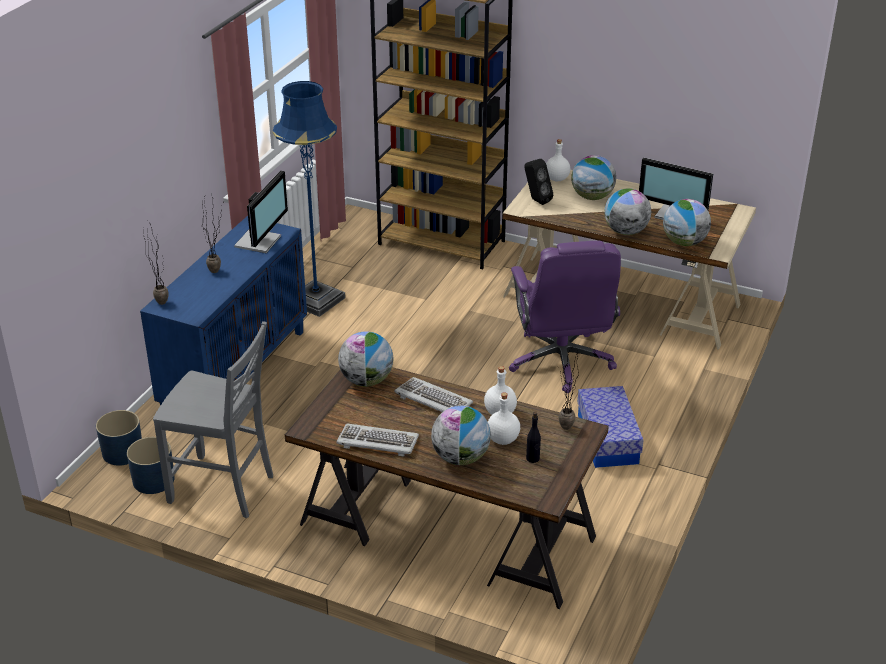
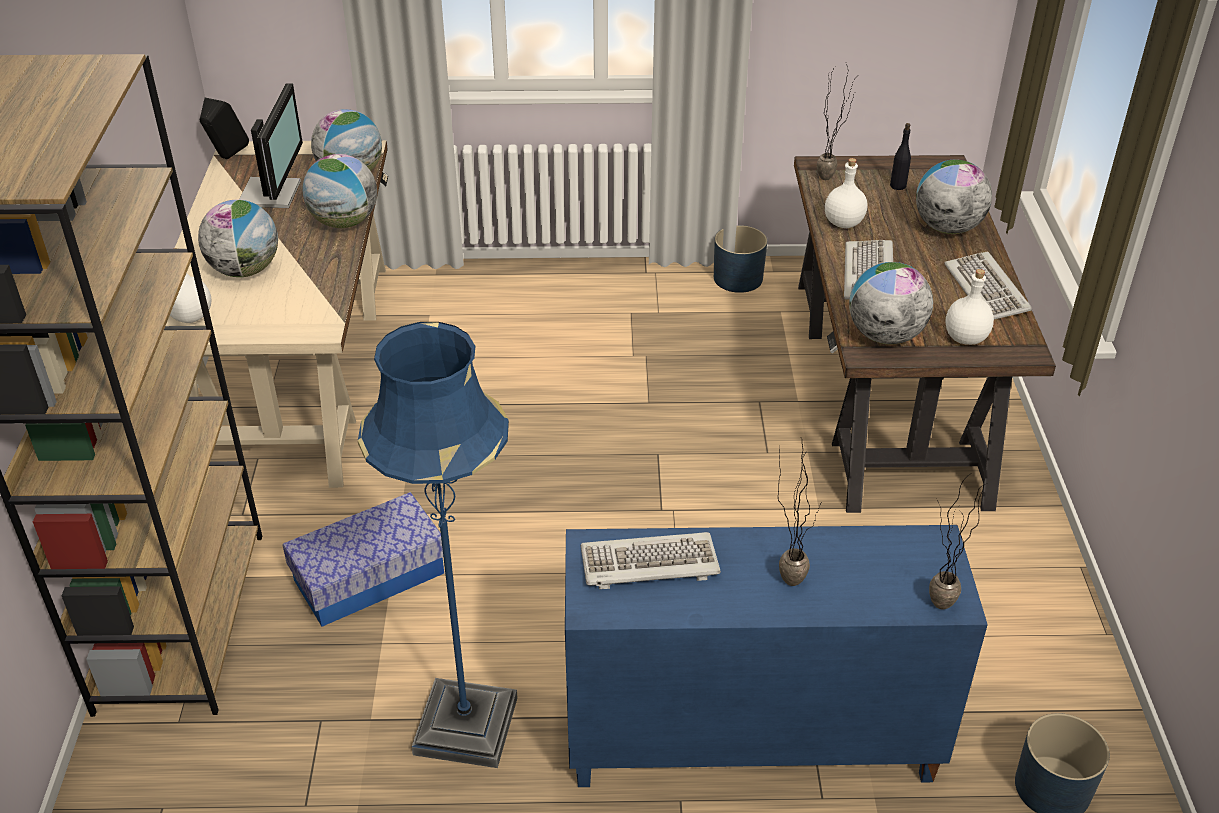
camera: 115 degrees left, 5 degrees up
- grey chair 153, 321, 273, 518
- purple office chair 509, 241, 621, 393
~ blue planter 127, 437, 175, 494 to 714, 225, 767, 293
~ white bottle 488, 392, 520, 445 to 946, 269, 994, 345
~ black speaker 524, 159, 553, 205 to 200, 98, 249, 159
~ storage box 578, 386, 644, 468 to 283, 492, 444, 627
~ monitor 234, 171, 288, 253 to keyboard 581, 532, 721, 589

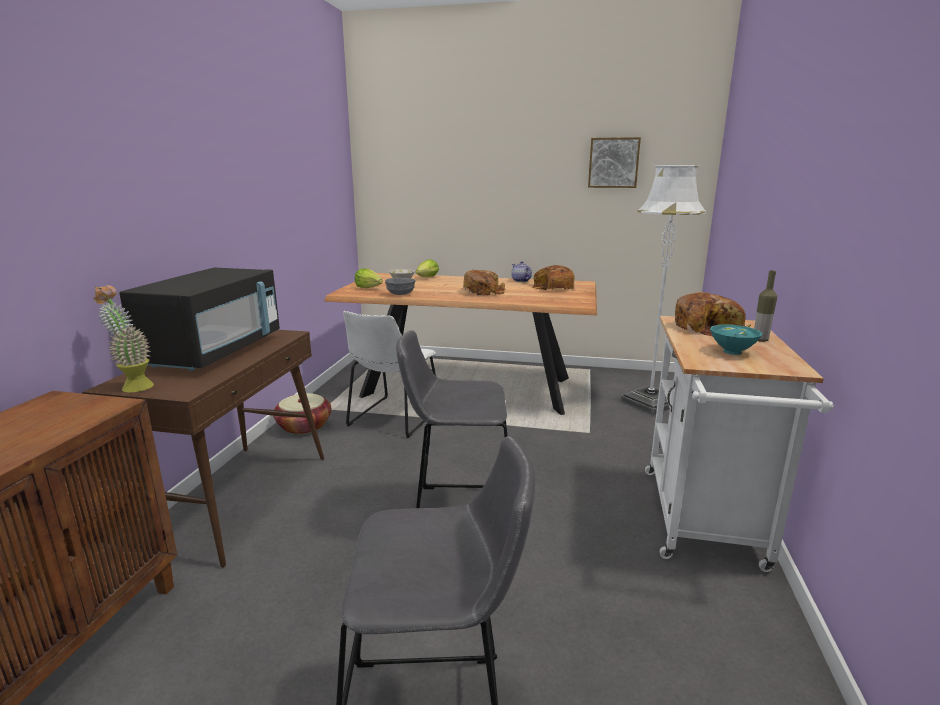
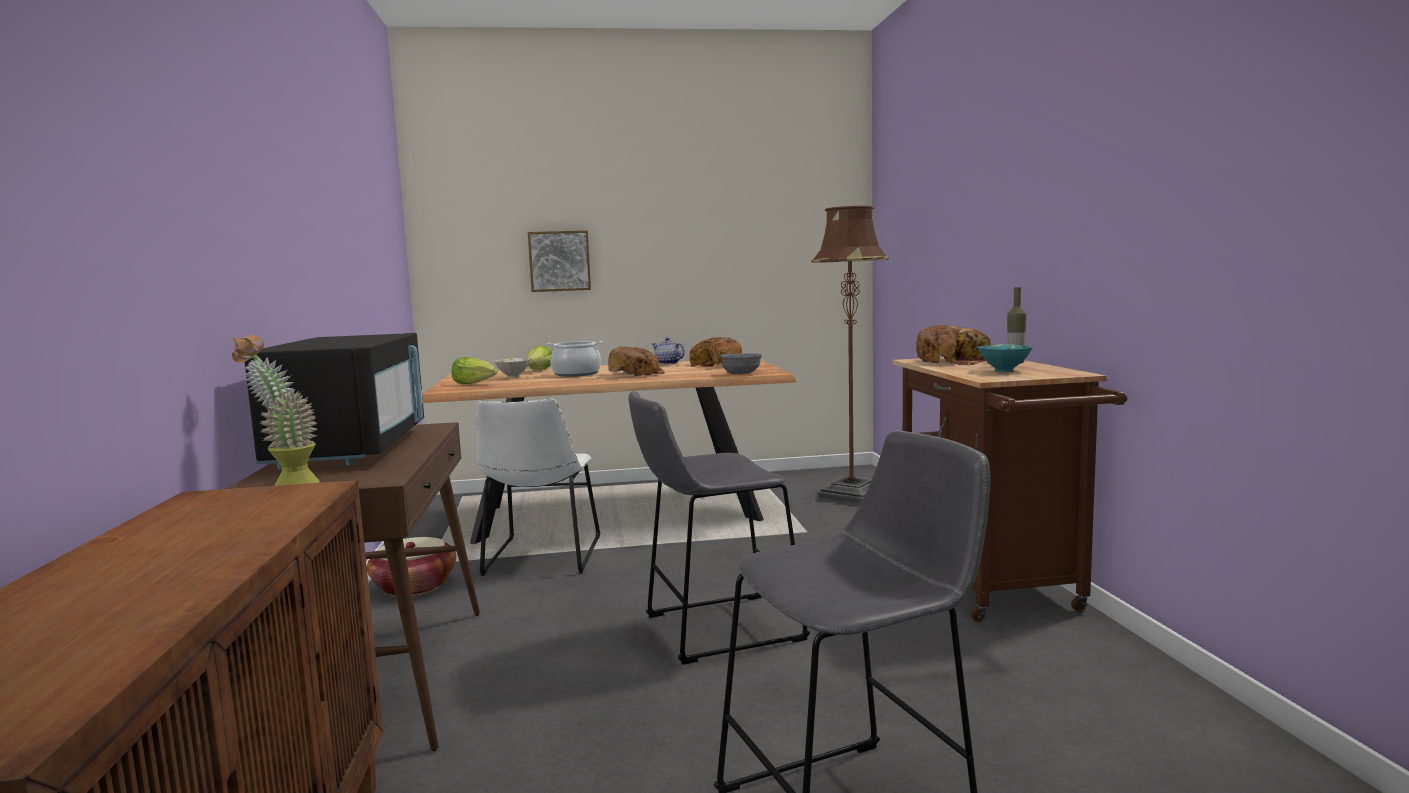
camera: 20 degrees left, 10 degrees down
+ cooking pot 547, 341, 602, 377
~ grey bowl 385, 278, 416, 295 to 721, 353, 762, 374
~ picture 588, 137, 641, 188 to 528, 230, 591, 292
~ white floor lamp 620, 165, 706, 415 to brown floor lamp 812, 206, 889, 506
~ white cart 645, 316, 833, 572 to brown cart 892, 357, 1127, 622

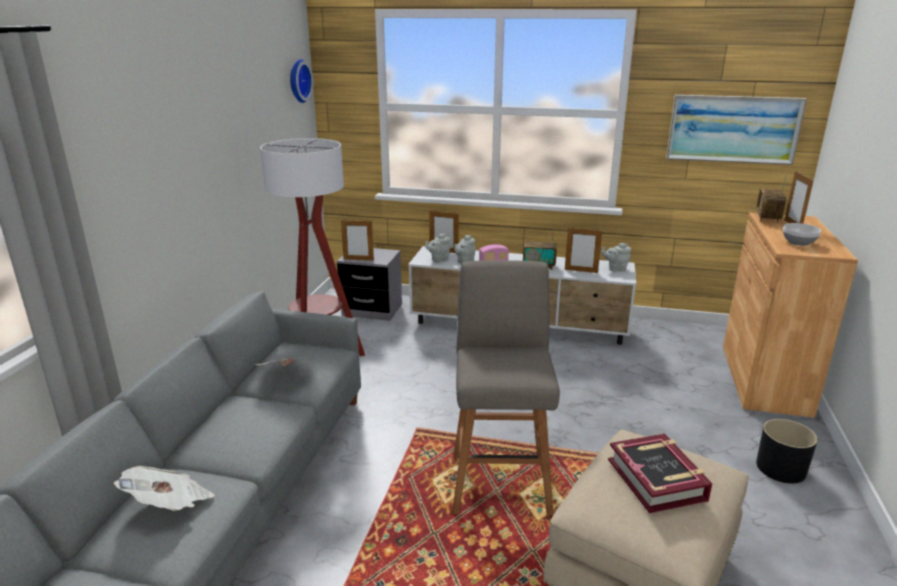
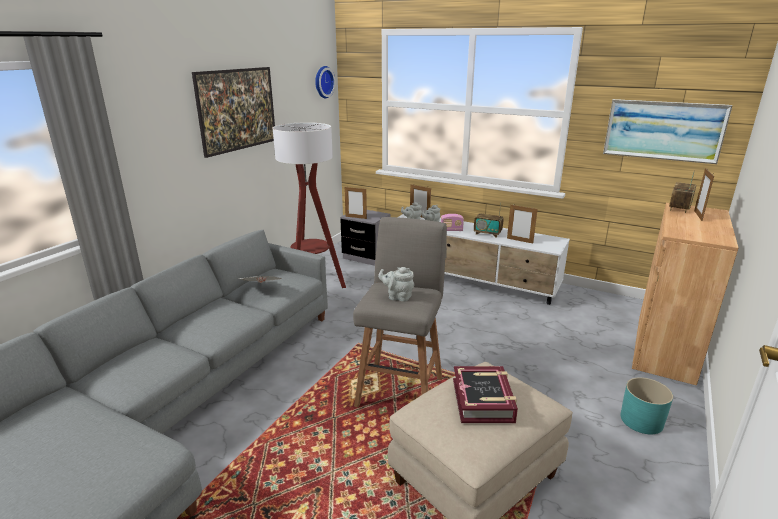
camera: 15 degrees right, 0 degrees up
- newspaper 113, 466, 215, 511
- bowl 783, 223, 821, 246
+ picture 192, 67, 275, 158
~ grey teapot 601, 243, 631, 272 to 378, 267, 414, 302
~ black planter 756, 419, 818, 483 to turquoise planter 620, 377, 673, 434

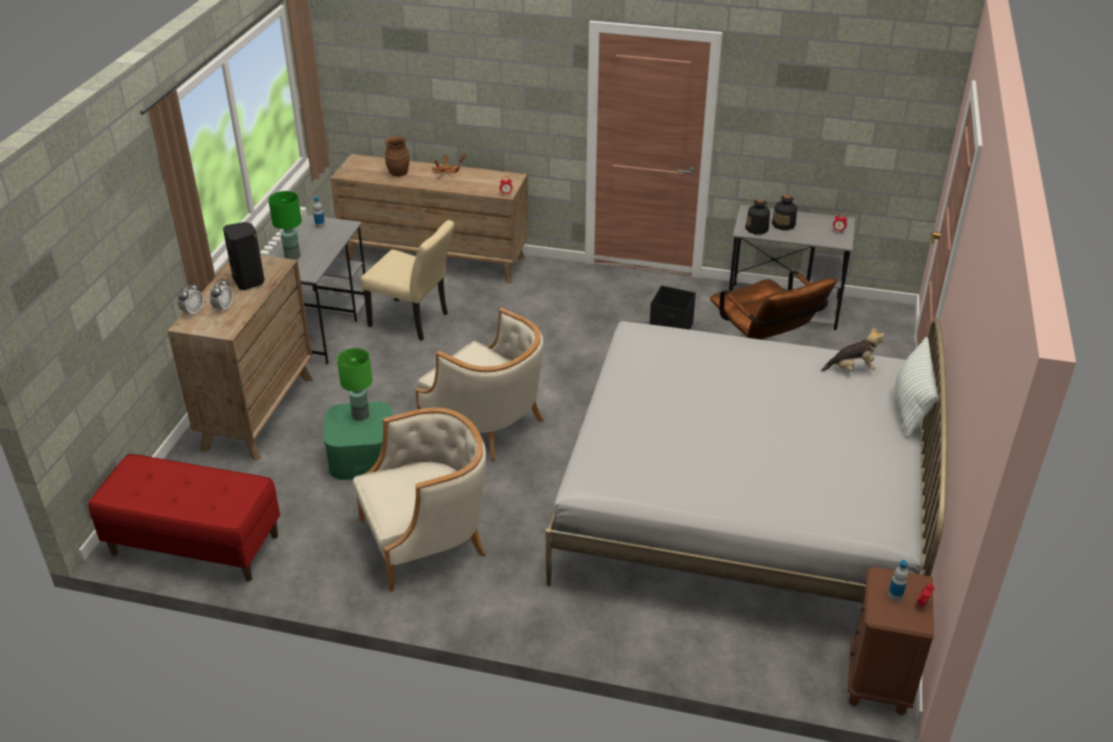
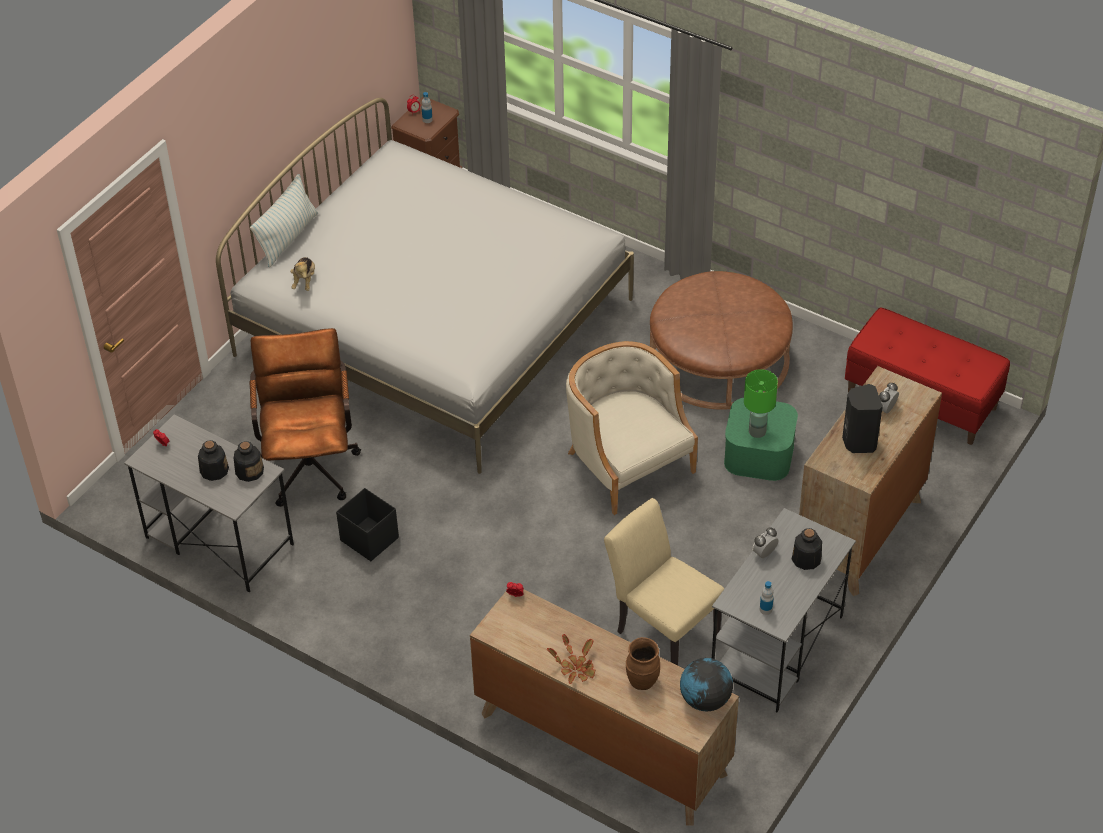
camera: 160 degrees left, 10 degrees up
+ globe 680, 658, 733, 711
~ alarm clock 178, 282, 203, 317 to 752, 528, 779, 558
~ green table lamp 268, 191, 302, 260 to bottle 791, 528, 822, 570
~ beige armchair 353, 408, 486, 592 to brown ottoman 650, 271, 793, 410
~ plush toy 821, 326, 884, 371 = 290, 257, 315, 291 105 degrees counterclockwise

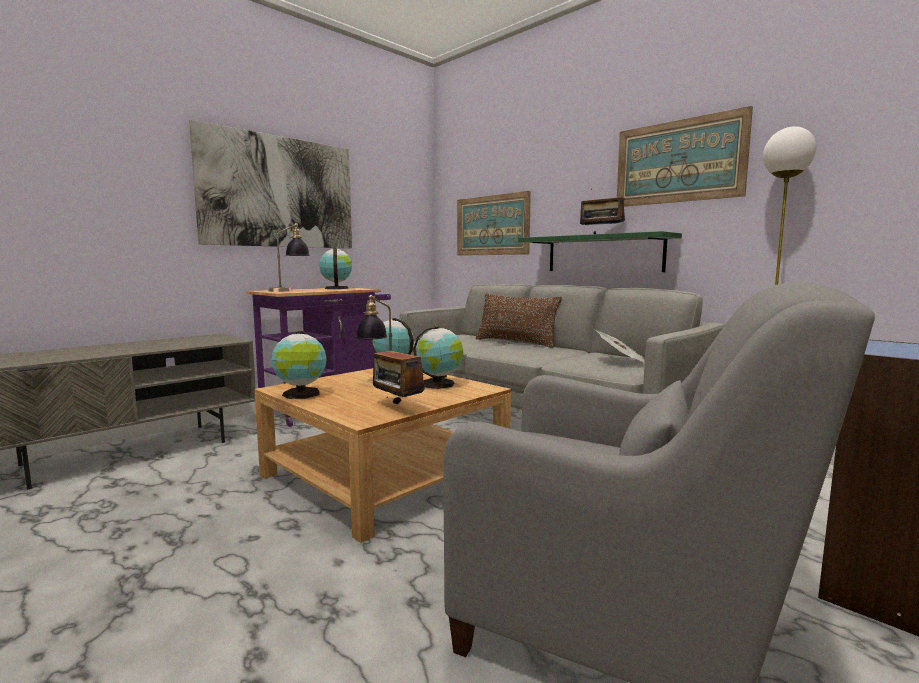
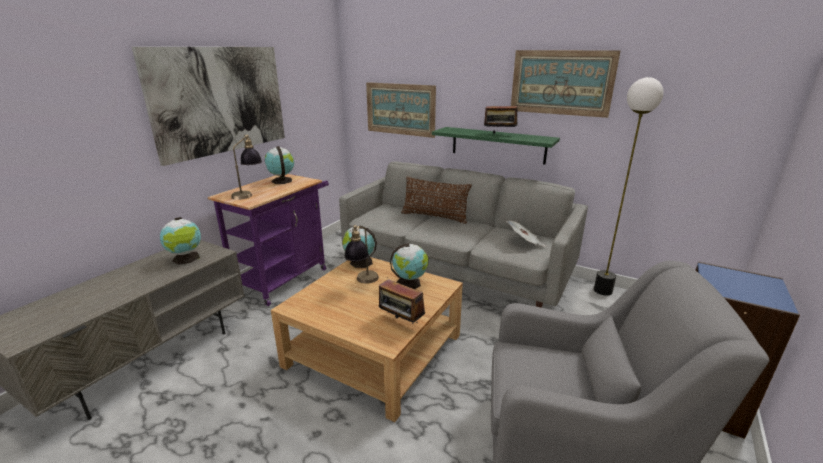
camera: 15 degrees left, 15 degrees up
~ globe 272, 332, 327, 399 to 160, 217, 201, 265

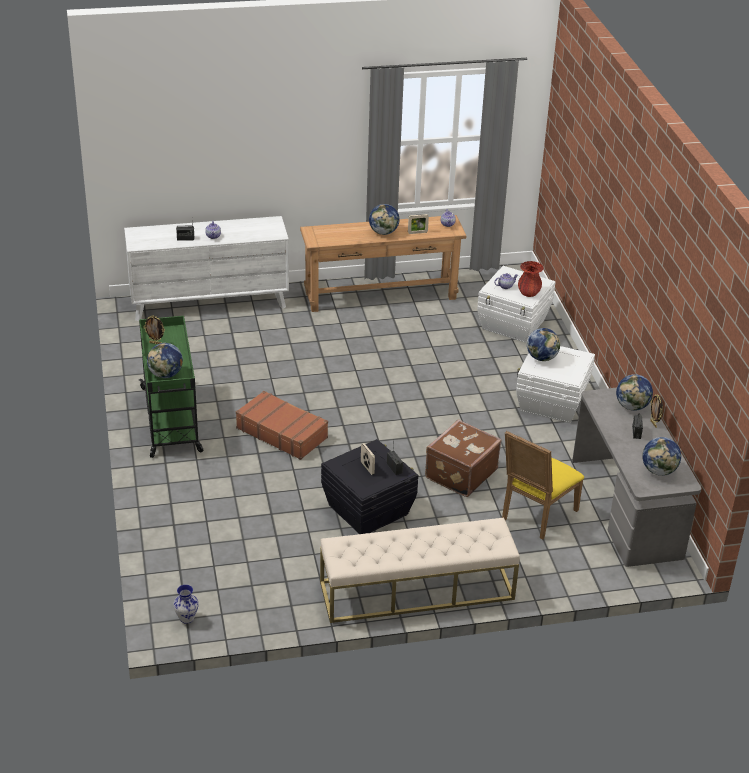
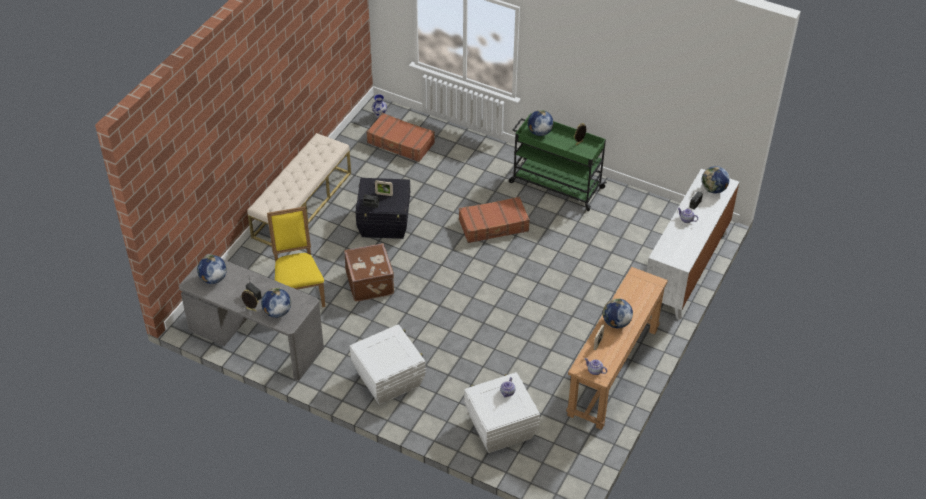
camera: 130 degrees right, 10 degrees up
- red vase 518, 261, 544, 297
+ brown suitcase 366, 113, 435, 162
~ globe 527, 328, 560, 361 to 702, 166, 730, 194

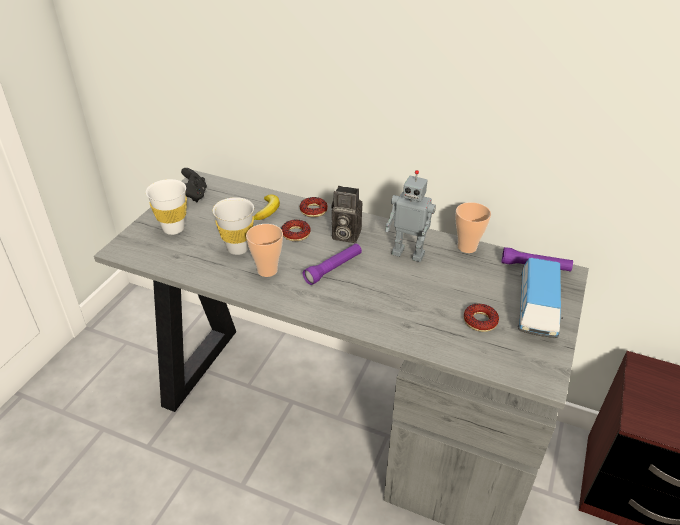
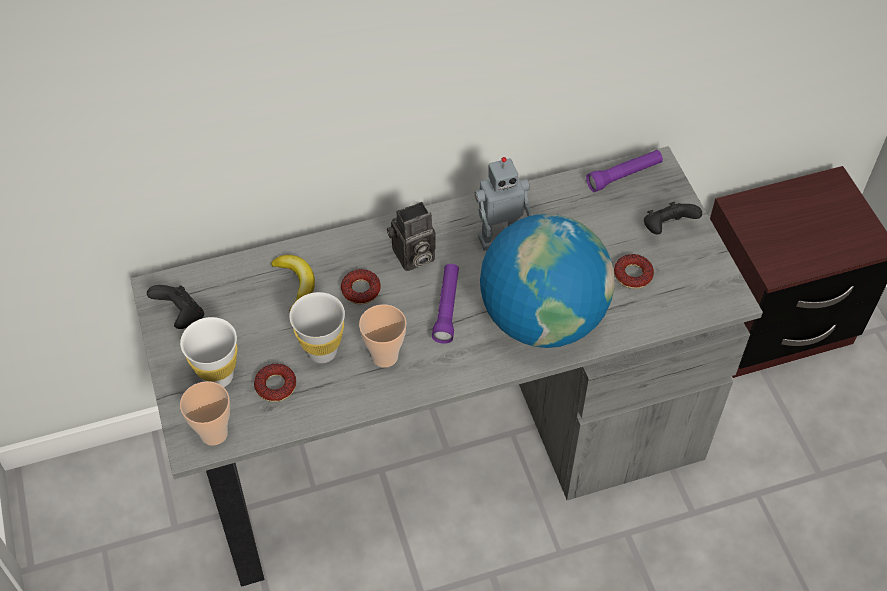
camera: 40 degrees left, 15 degrees up
+ globe 480, 214, 614, 348
~ donut 300, 197, 328, 217 to 254, 363, 296, 402
~ cup 455, 202, 491, 253 to 180, 381, 230, 446
~ toy car 518, 258, 563, 338 to black game controller 644, 202, 702, 234

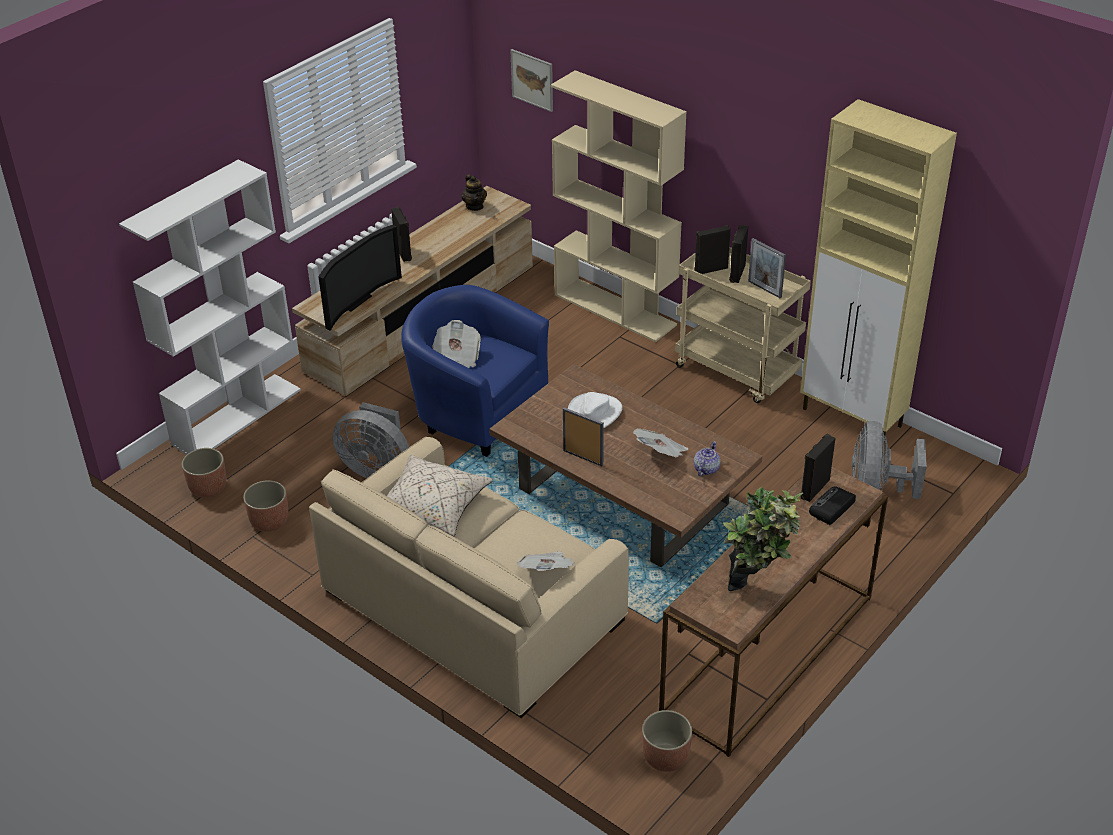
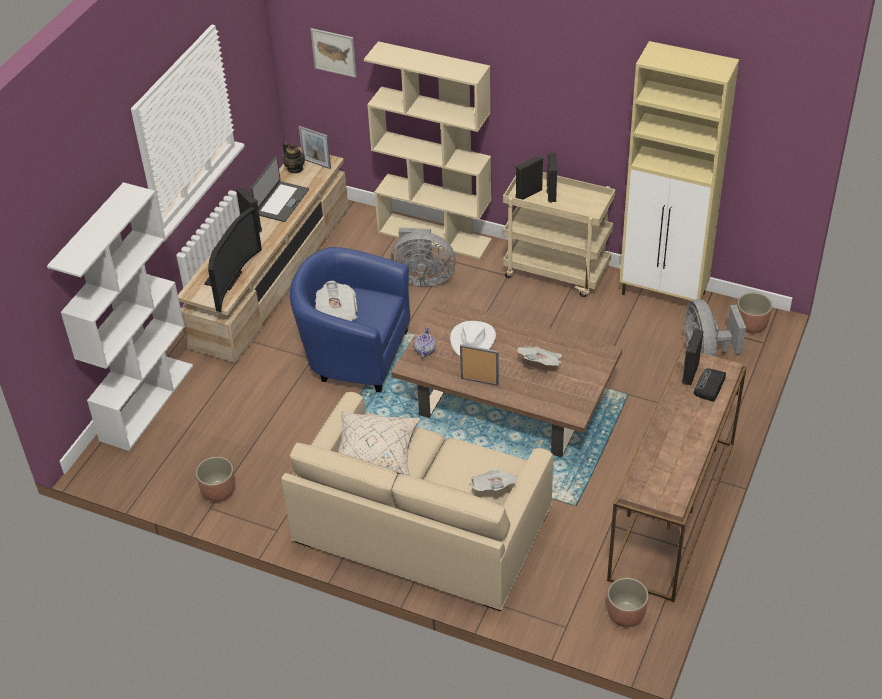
camera: 15 degrees left, 5 degrees up
- potted plant 723, 487, 803, 591
+ laptop 250, 156, 309, 222
~ planter 182, 448, 226, 498 to 737, 293, 772, 334
~ grey fan 332, 402, 409, 478 to 391, 228, 456, 286
~ teapot 693, 441, 720, 476 to 414, 327, 436, 358
~ picture frame 748, 238, 786, 299 to 299, 126, 331, 169

